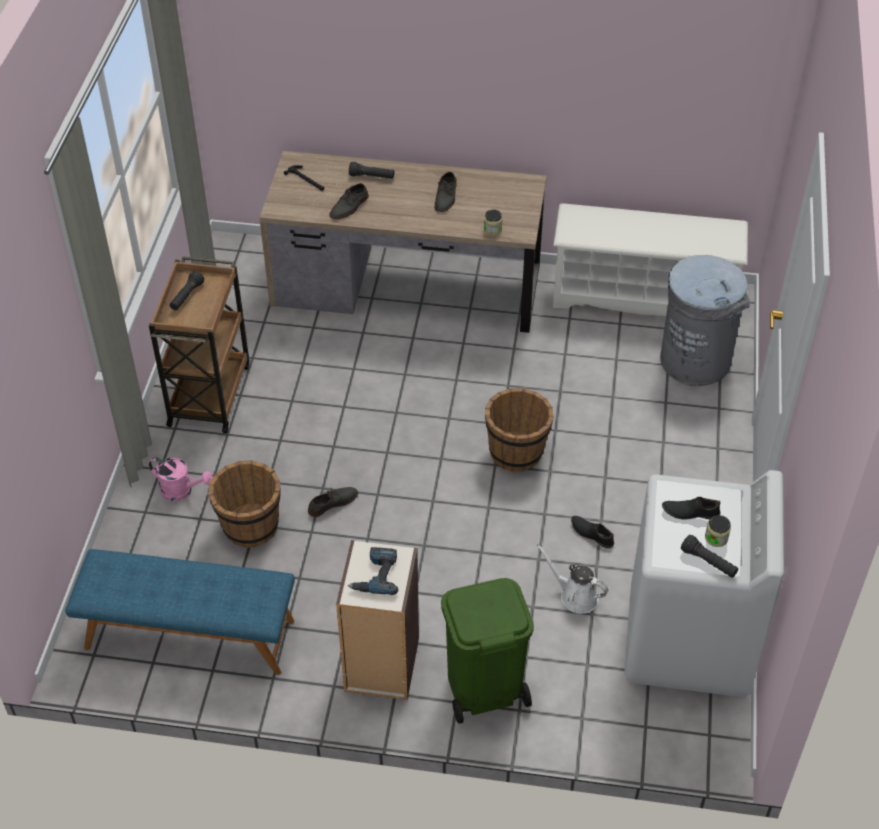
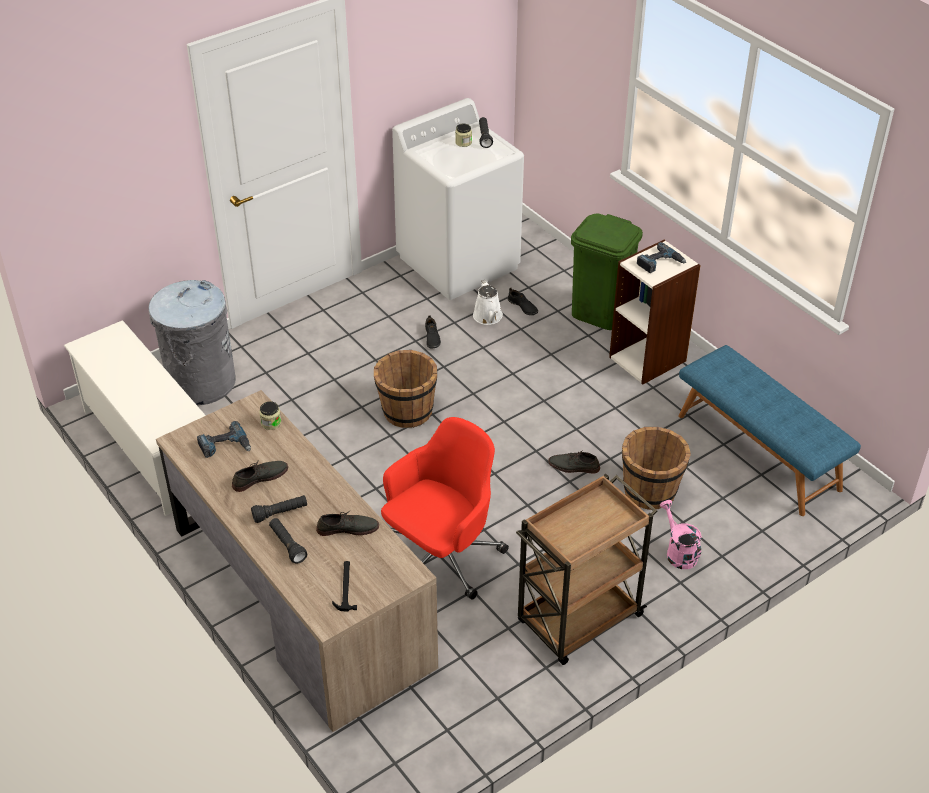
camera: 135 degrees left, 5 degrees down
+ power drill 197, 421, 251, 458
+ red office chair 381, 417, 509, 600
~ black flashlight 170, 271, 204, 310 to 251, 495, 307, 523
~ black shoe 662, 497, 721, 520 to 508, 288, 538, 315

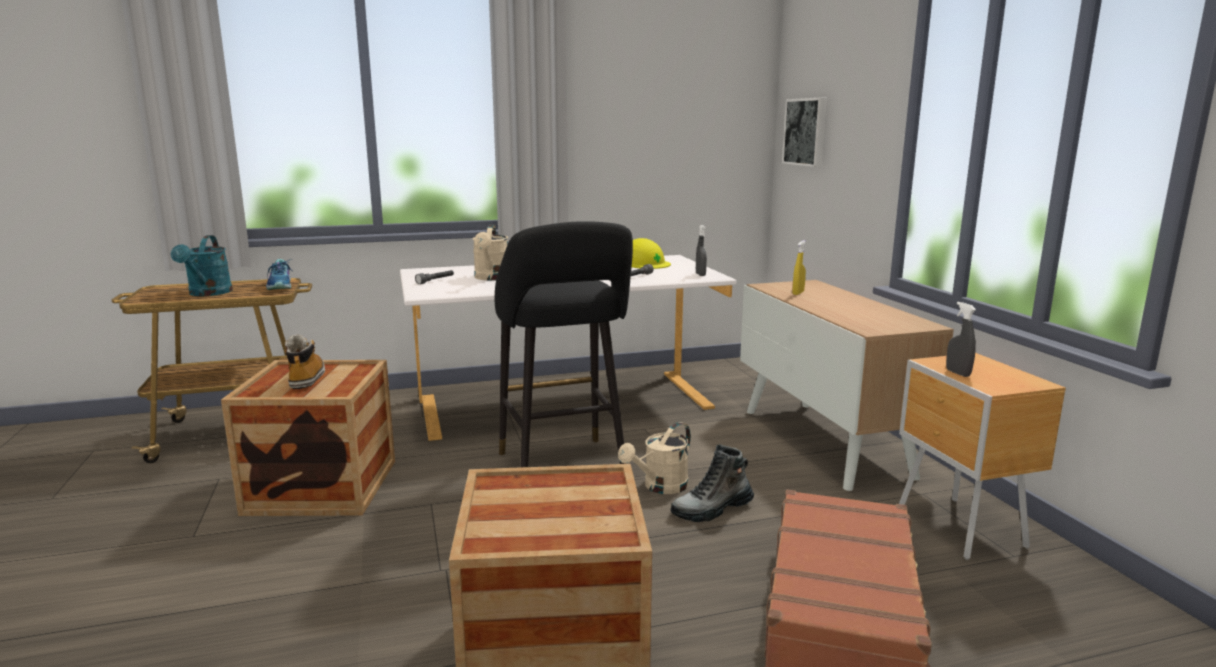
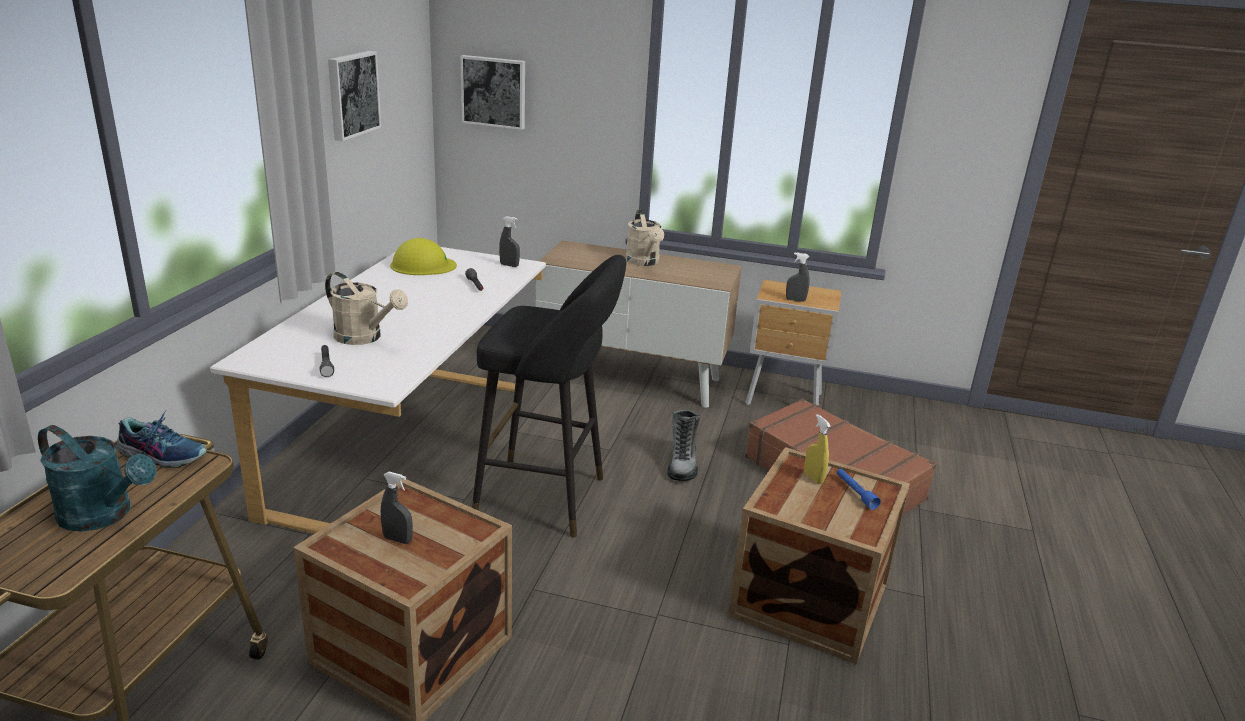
camera: 60 degrees left, 10 degrees up
+ picture 328, 51, 381, 141
+ blue flashlight 837, 469, 881, 510
~ beige watering can 618, 422, 691, 494 to 626, 210, 664, 266
~ yellow spray bottle 793, 240, 806, 295 to 804, 414, 831, 484
~ boot 285, 334, 325, 389 to grey spray bottle 381, 472, 413, 544

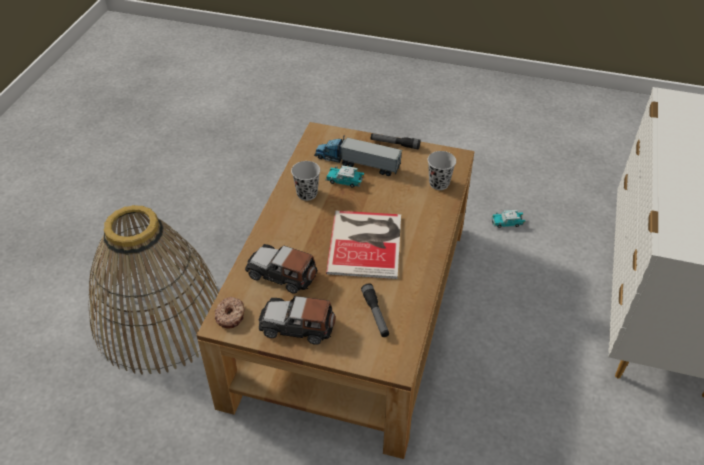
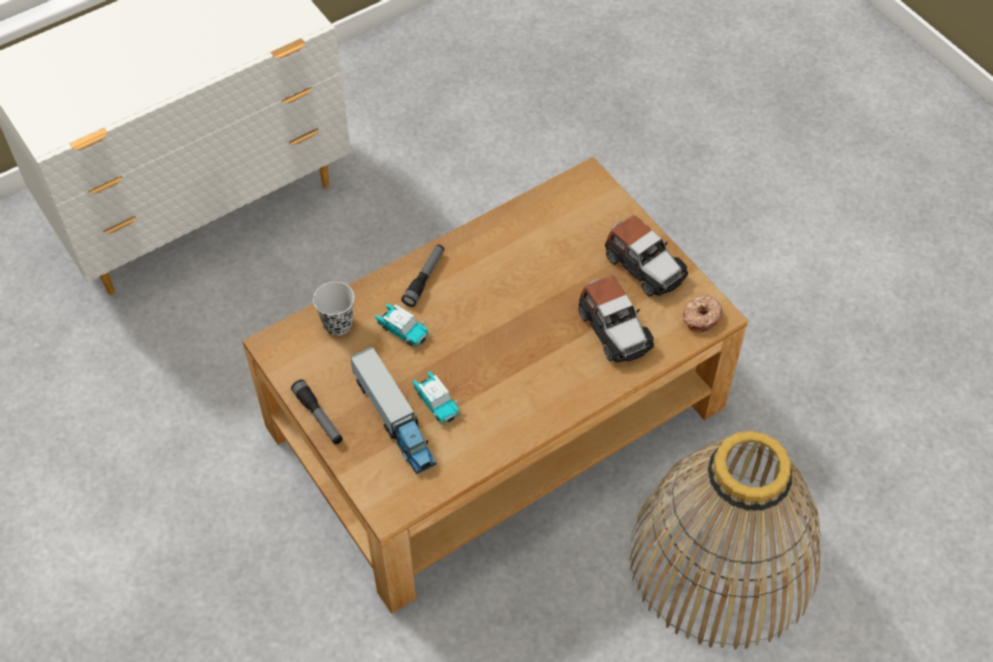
camera: 140 degrees left, 10 degrees up
- black cup 291, 161, 320, 201
- book 326, 211, 401, 279
~ flashlight 361, 283, 389, 337 to 401, 244, 444, 307
~ toy car 492, 210, 525, 228 to 375, 304, 430, 348

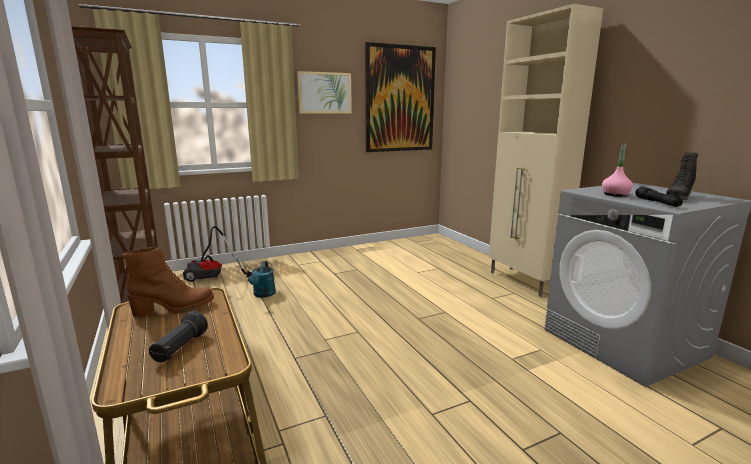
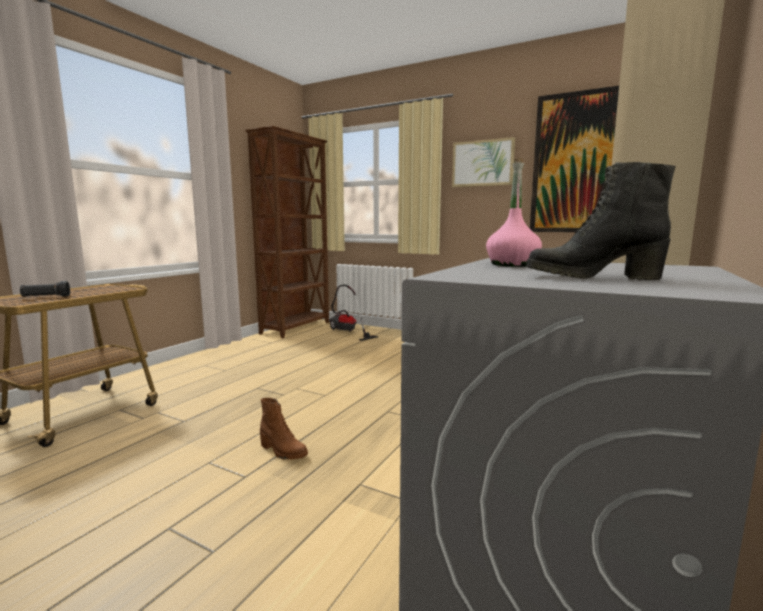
camera: 55 degrees right, 5 degrees down
- turquoise watering can 249, 261, 276, 298
- black flashlight 635, 187, 683, 207
~ brown boot 123, 247, 214, 317 to 260, 398, 308, 460

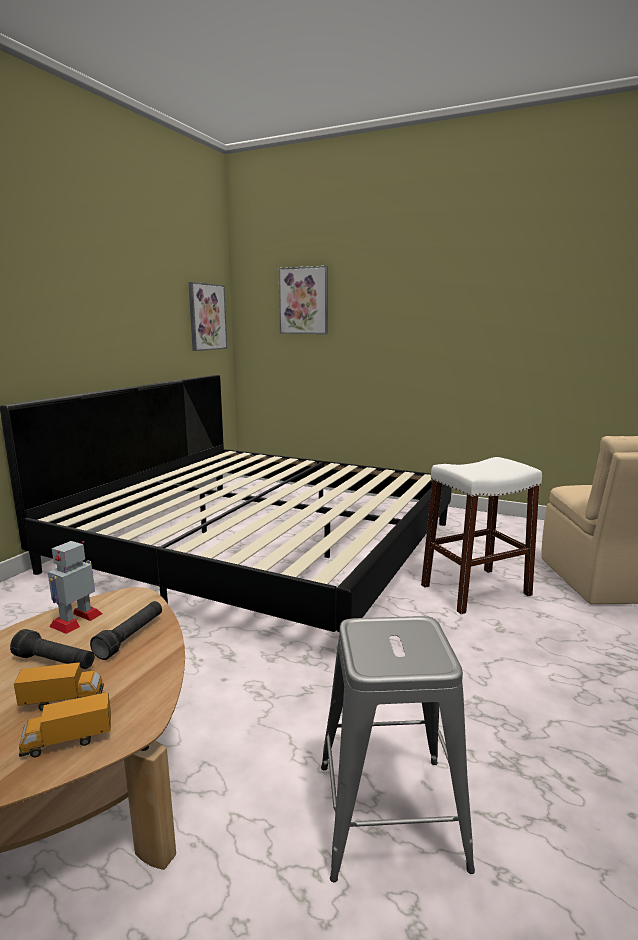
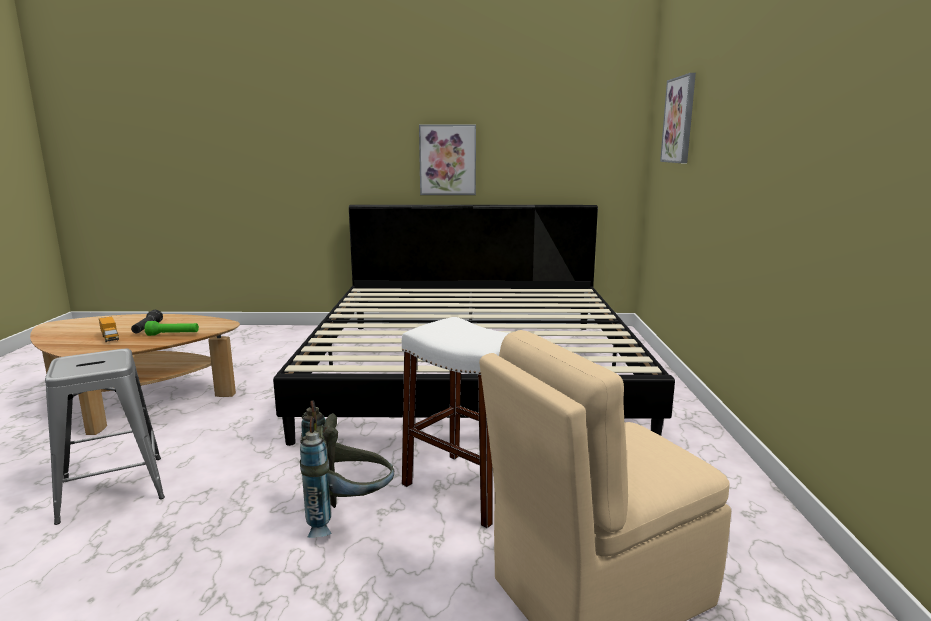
camera: 65 degrees right, 0 degrees up
- toy truck 19, 692, 111, 757
- toy robot 48, 541, 102, 634
+ grey backpack 300, 400, 394, 538
~ picture 188, 282, 227, 351 to 419, 125, 476, 195
~ black flashlight 90, 601, 162, 660 to green flashlight 145, 321, 199, 336

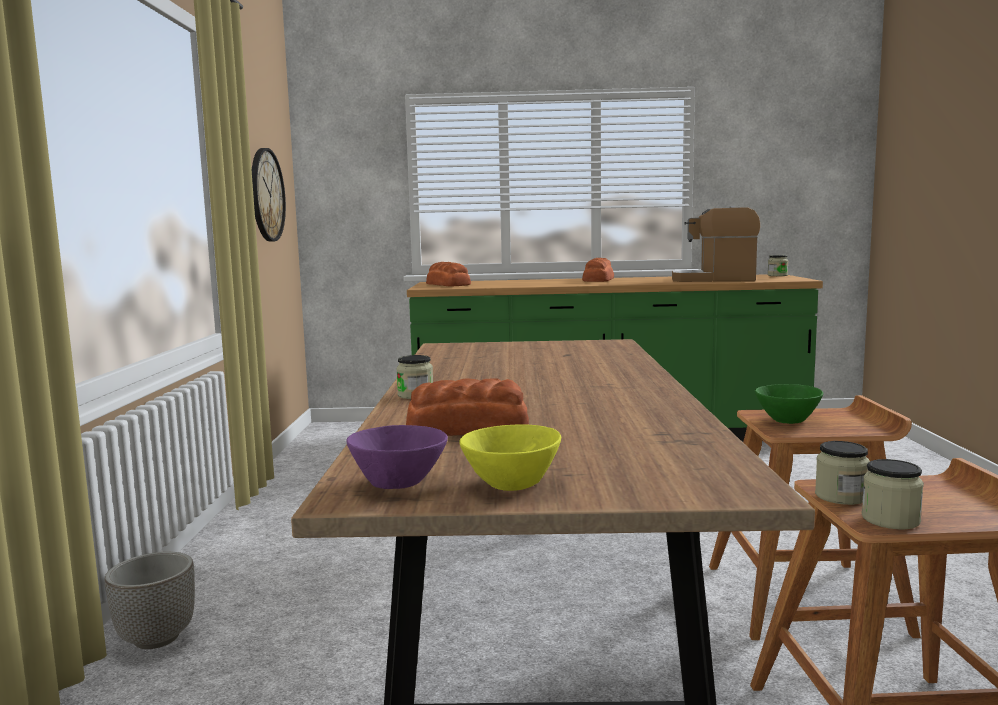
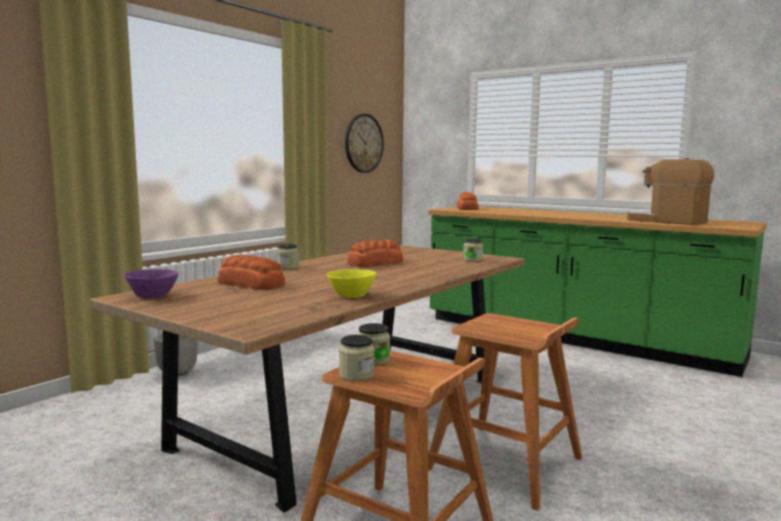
camera: 35 degrees right, 0 degrees up
- green bowl 755, 384, 823, 424
~ yellow bowl 459, 424, 561, 491 to 327, 269, 377, 298
~ bread 582, 258, 614, 282 to 347, 239, 403, 267
~ jar 768, 255, 788, 276 to 463, 239, 483, 262

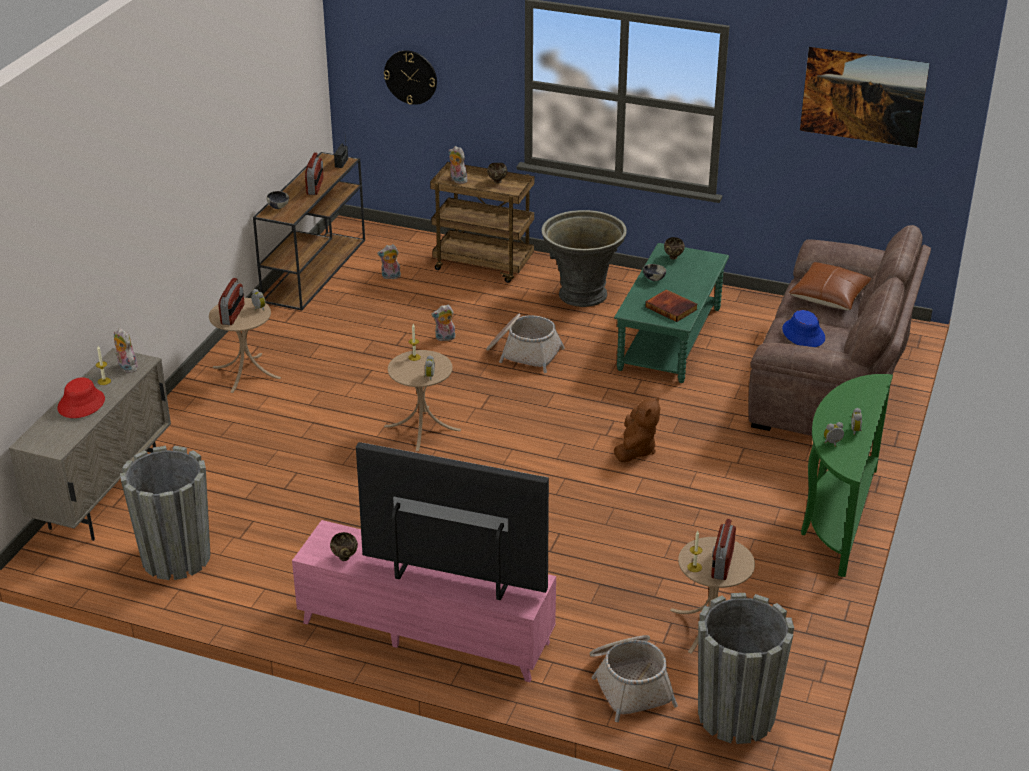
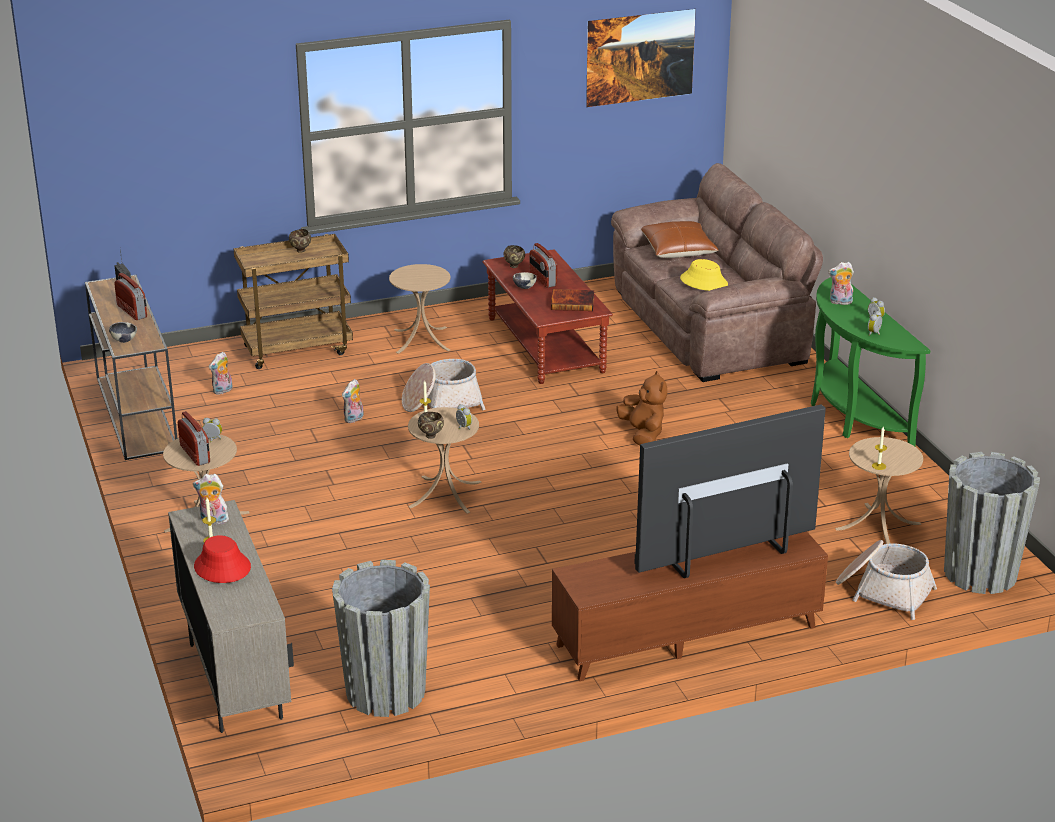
camera: 40 degrees left, 5 degrees down
- wall clock 384, 51, 437, 105
~ brown bowl 330, 532, 358, 561 to 418, 412, 444, 439
~ plush toy 448, 146, 467, 184 to 828, 262, 854, 305
~ radio 711, 519, 736, 580 to 530, 243, 557, 288
~ grey planter 541, 210, 627, 307 to beige side table 389, 264, 450, 354
~ pink tv stand 292, 520, 556, 682 to brown tv stand 552, 531, 828, 681
~ green coffee table 614, 243, 729, 383 to brown coffee table 483, 249, 613, 384
~ blue hat 782, 310, 825, 347 to yellow hat 680, 259, 728, 291

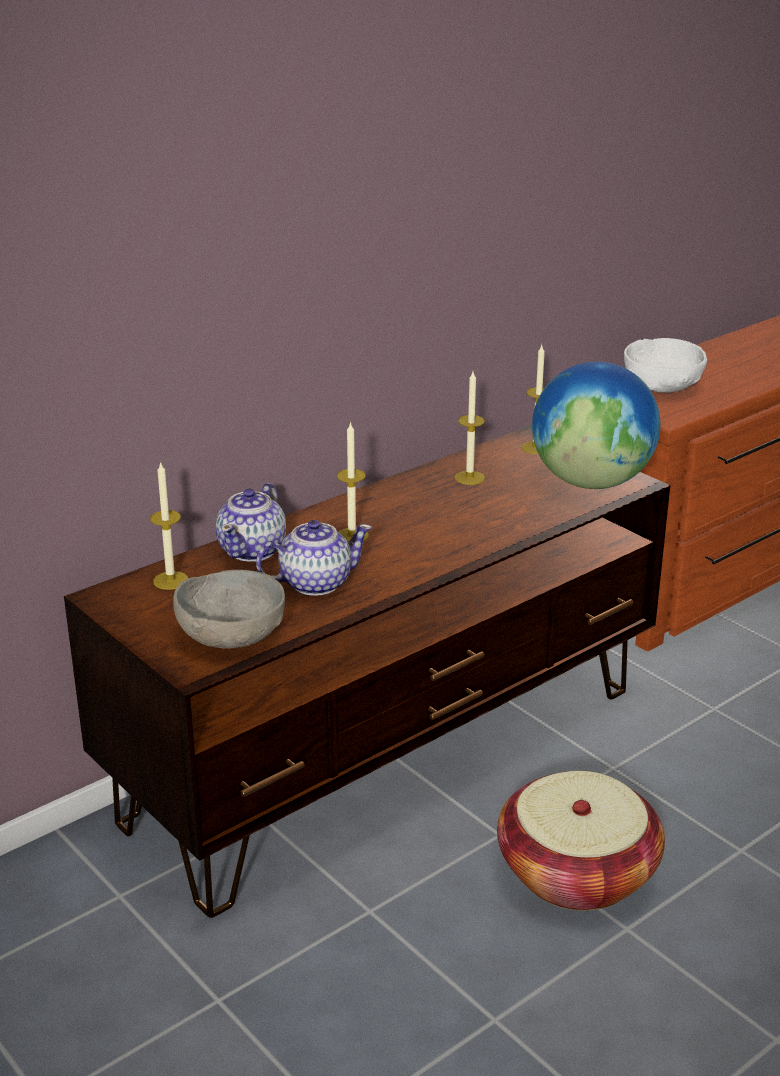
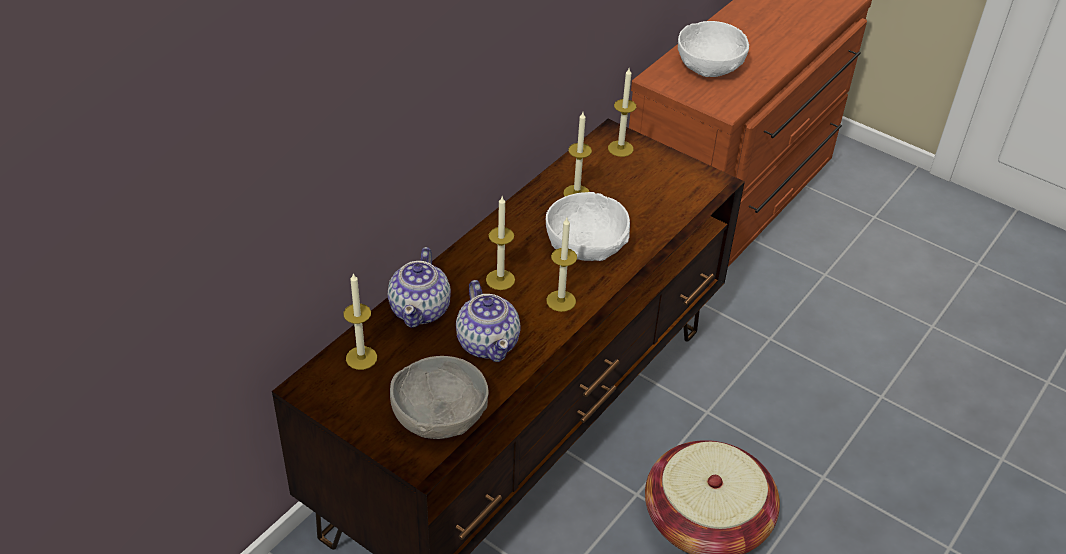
camera: 15 degrees left, 15 degrees up
- globe 532, 362, 661, 489
+ white bowl 546, 192, 630, 261
+ candle 546, 218, 577, 312
~ teapot 256, 520, 372, 596 = 456, 280, 521, 362 105 degrees clockwise

